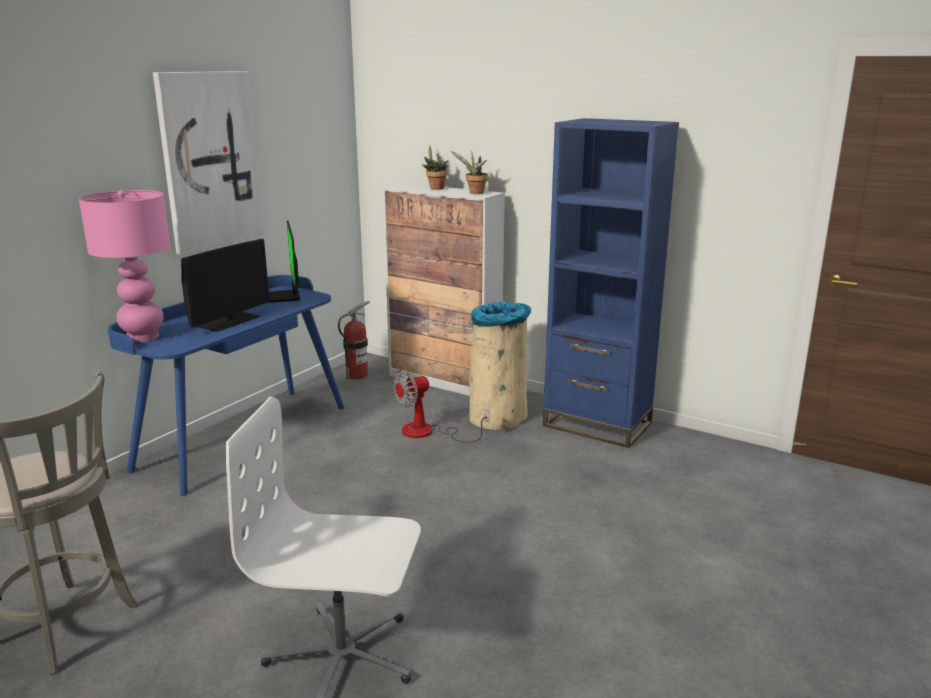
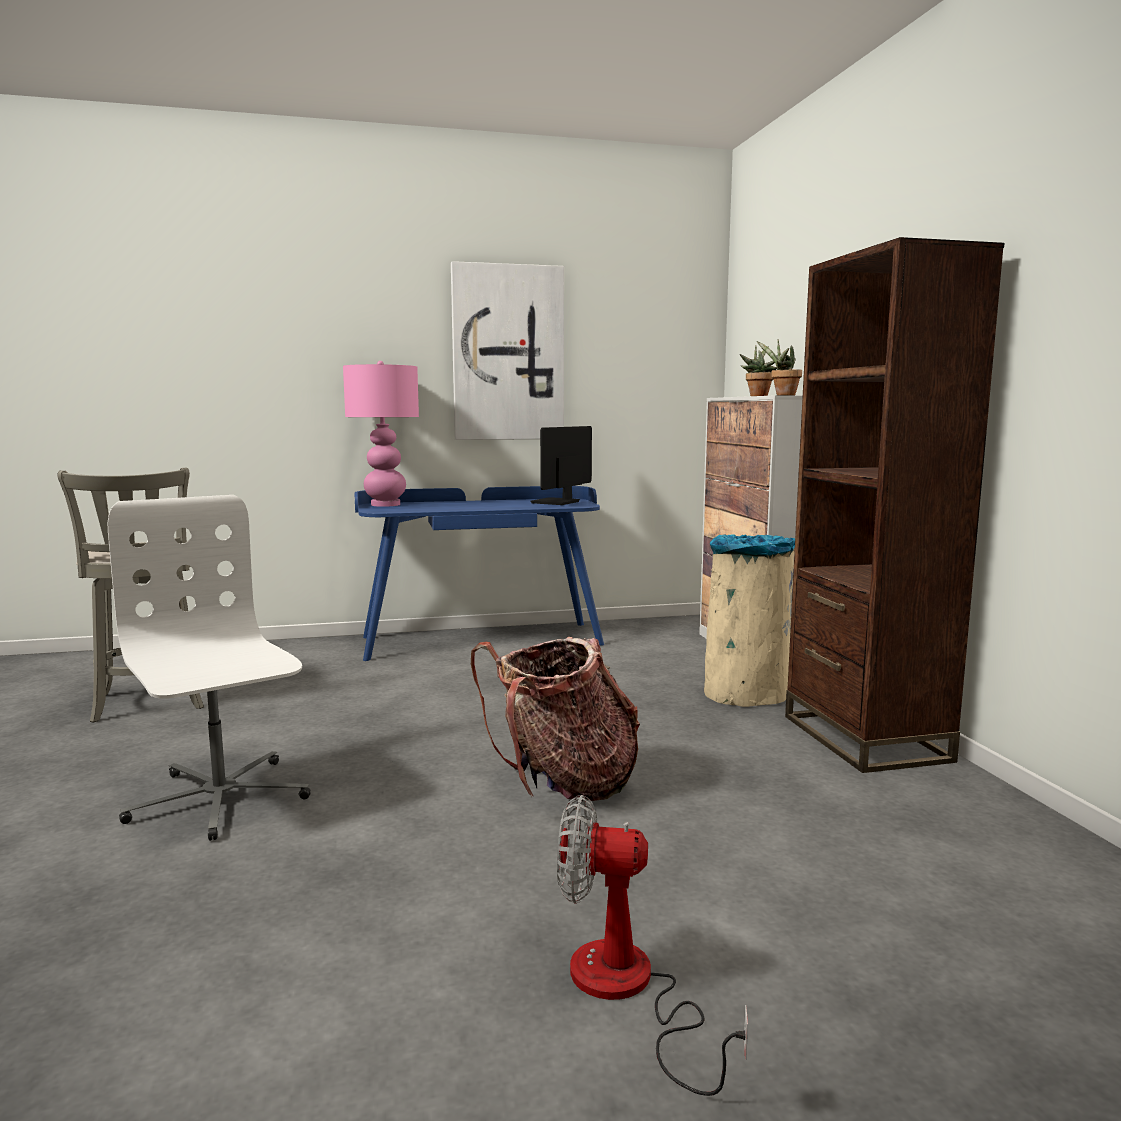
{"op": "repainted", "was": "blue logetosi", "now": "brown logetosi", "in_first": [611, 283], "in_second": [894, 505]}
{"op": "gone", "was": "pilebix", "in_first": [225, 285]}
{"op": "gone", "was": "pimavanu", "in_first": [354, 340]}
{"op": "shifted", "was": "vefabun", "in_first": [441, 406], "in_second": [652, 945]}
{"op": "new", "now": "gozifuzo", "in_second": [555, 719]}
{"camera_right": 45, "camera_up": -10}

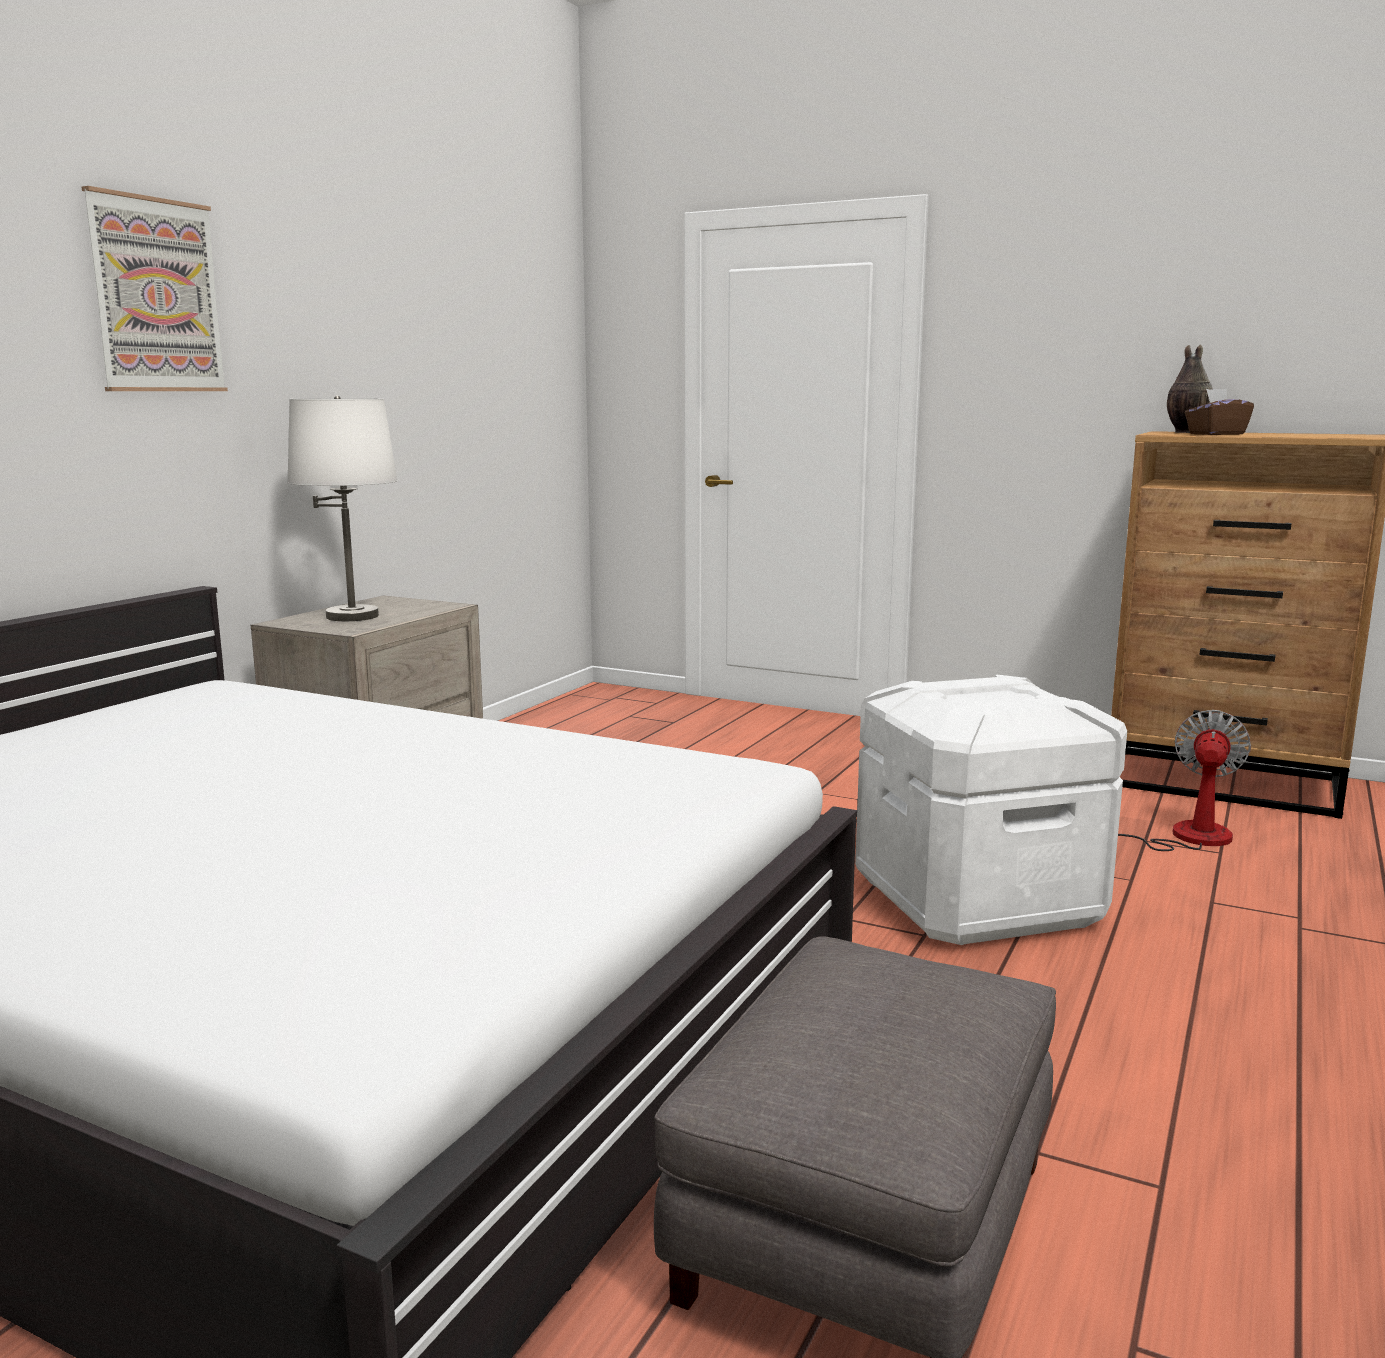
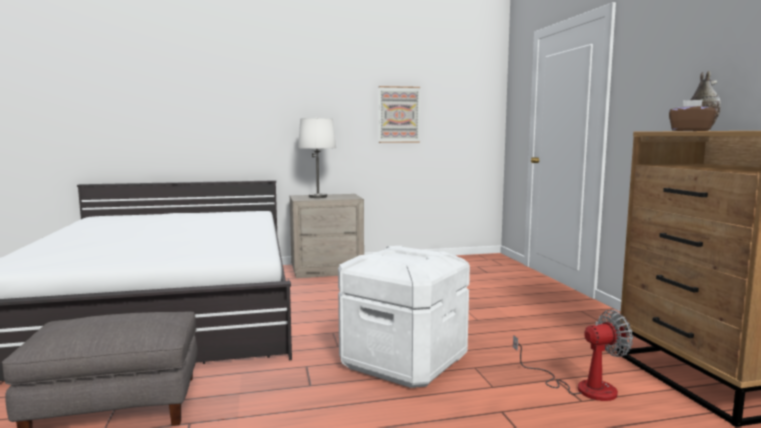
{"op": "shifted", "was": "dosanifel", "in_first": [155, 288], "in_second": [399, 114]}
{"camera_right": 50, "camera_up": -5}

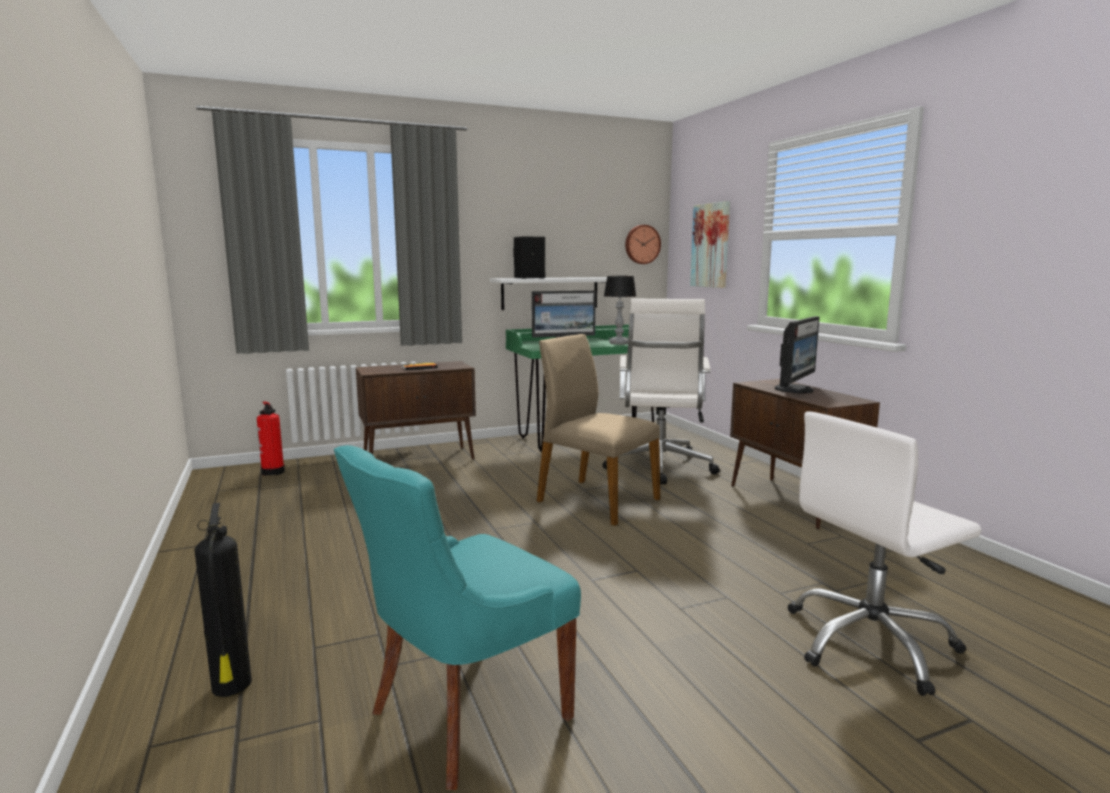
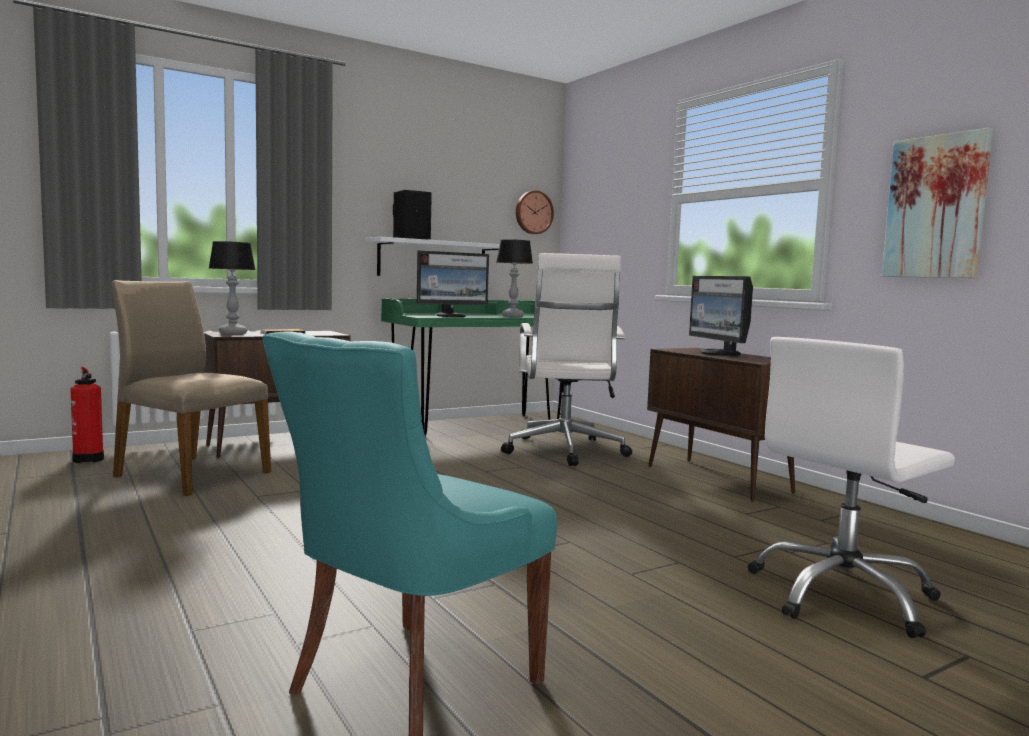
{"op": "shifted", "was": "dosanifel", "in_first": [710, 244], "in_second": [937, 203]}
{"op": "rotated", "was": "pilebix", "in_first": [797, 354], "in_second": [721, 316], "clockwise": 135}
{"op": "shifted", "was": "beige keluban", "in_first": [598, 430], "in_second": [191, 388]}
{"op": "gone", "was": "pimavanu", "in_first": [223, 600]}
{"op": "new", "now": "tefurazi", "in_second": [232, 287]}
{"camera_right": -10, "camera_up": -5}

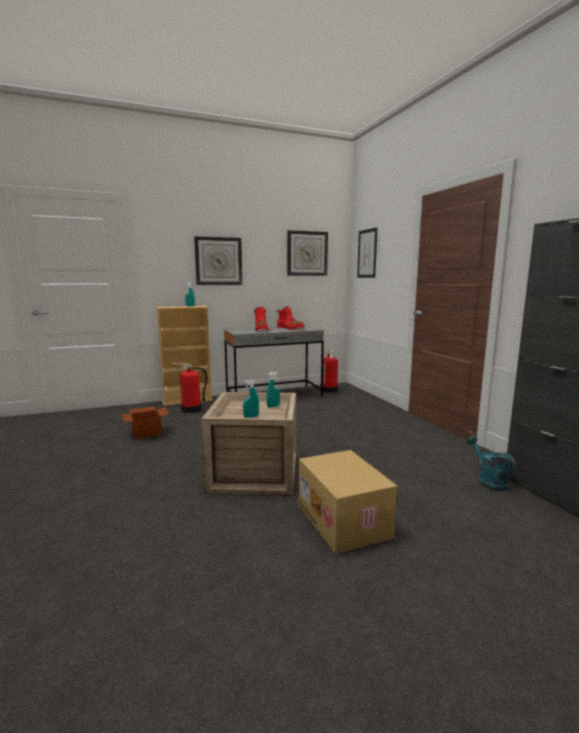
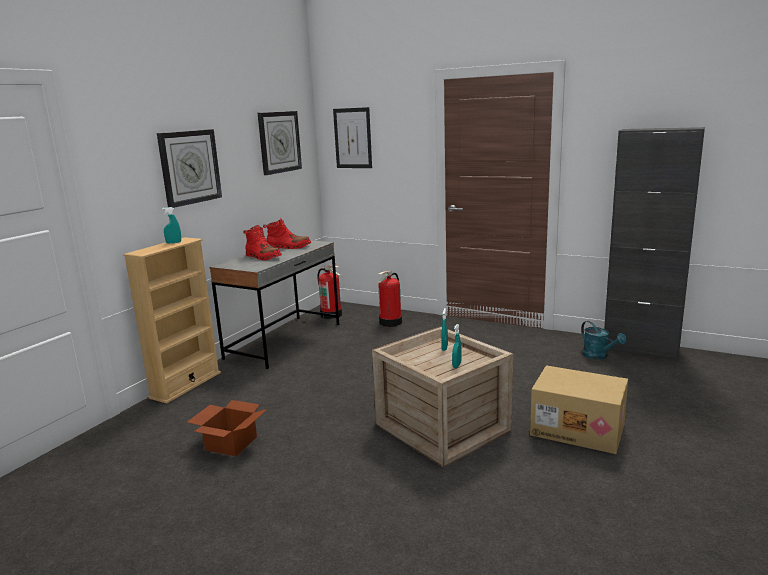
{"op": "shifted", "was": "pimavanu", "in_first": [189, 388], "in_second": [390, 299]}
{"op": "rotated", "was": "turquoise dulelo", "in_first": [491, 463], "in_second": [603, 340], "clockwise": -150}
{"camera_right": -40, "camera_up": 5}

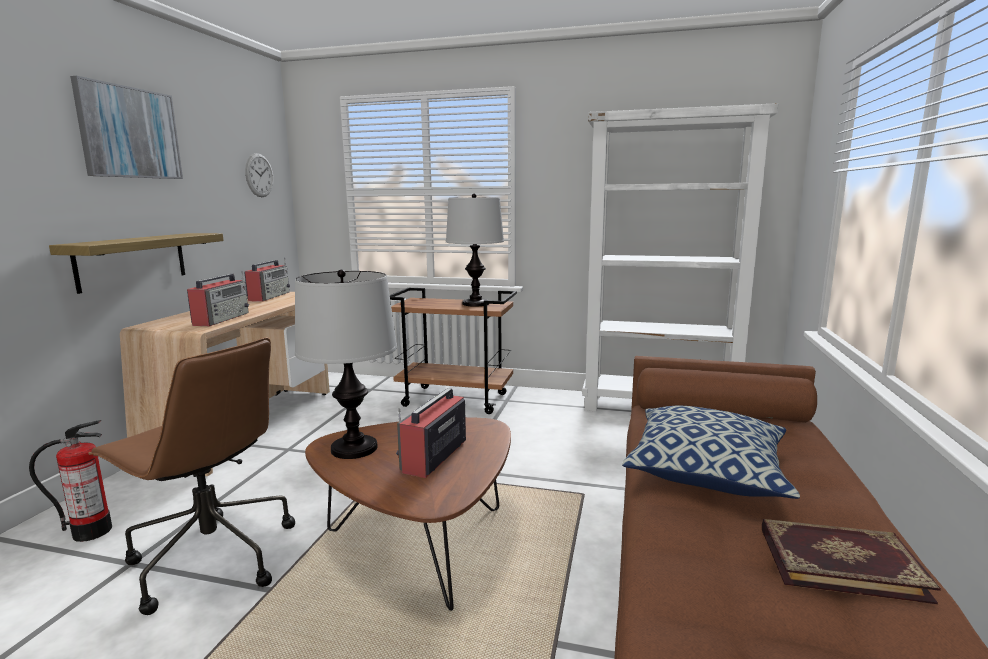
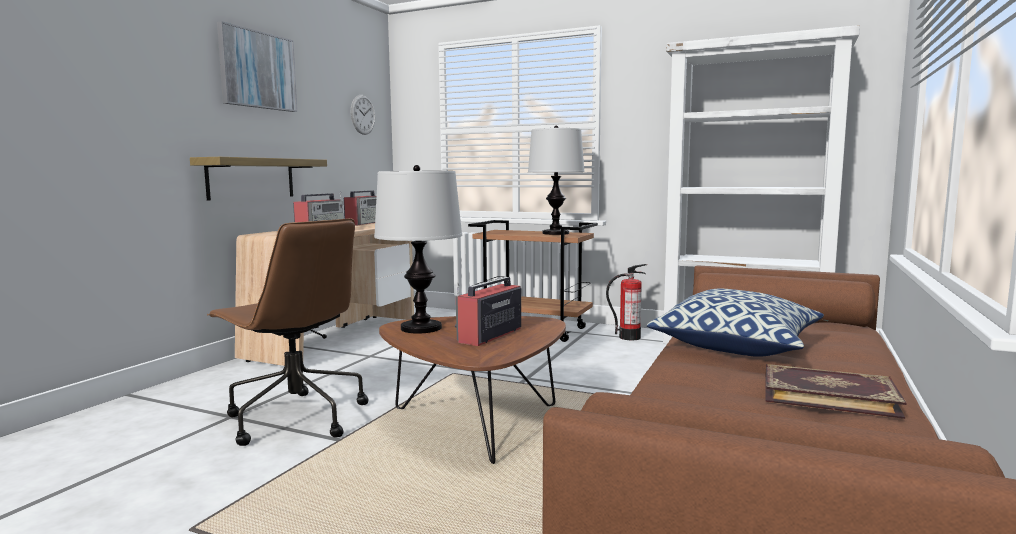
{"op": "shifted", "was": "pimavanu", "in_first": [70, 481], "in_second": [626, 302]}
{"camera_right": 10, "camera_up": -5}

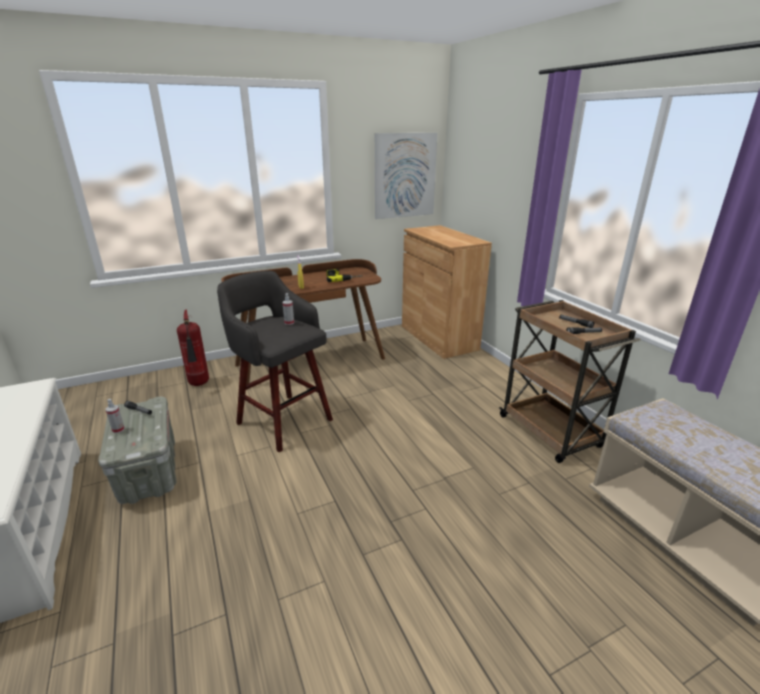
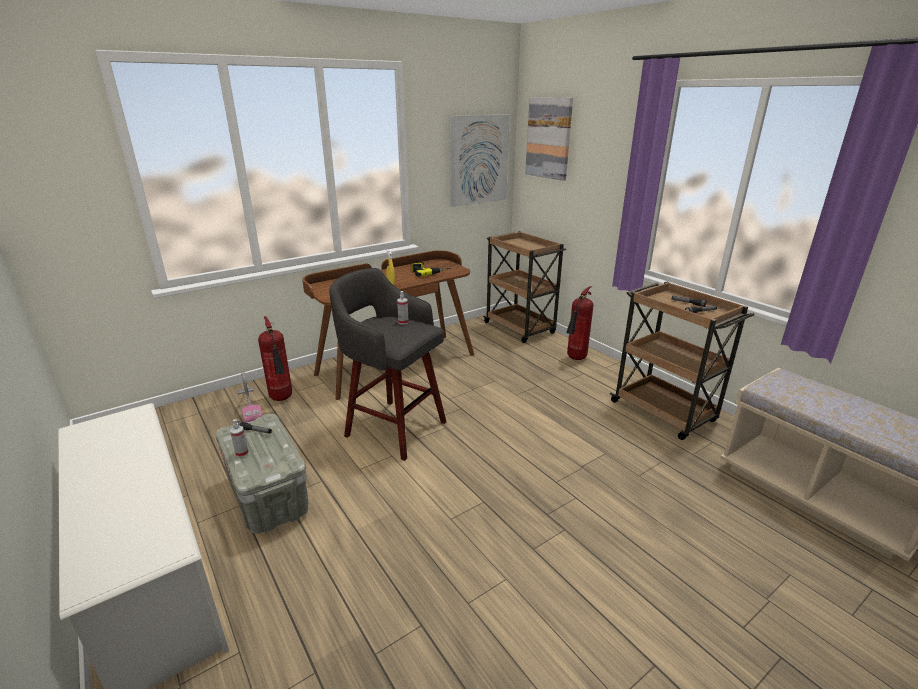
{"op": "swapped", "was": "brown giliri", "now": "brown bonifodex", "in_first": [447, 292], "in_second": [524, 287]}
{"op": "new", "now": "dosanifel", "in_second": [549, 139]}
{"op": "new", "now": "pimavanu", "in_second": [580, 323]}
{"op": "new", "now": "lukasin", "in_second": [250, 397]}
{"camera_right": -10, "camera_up": 0}

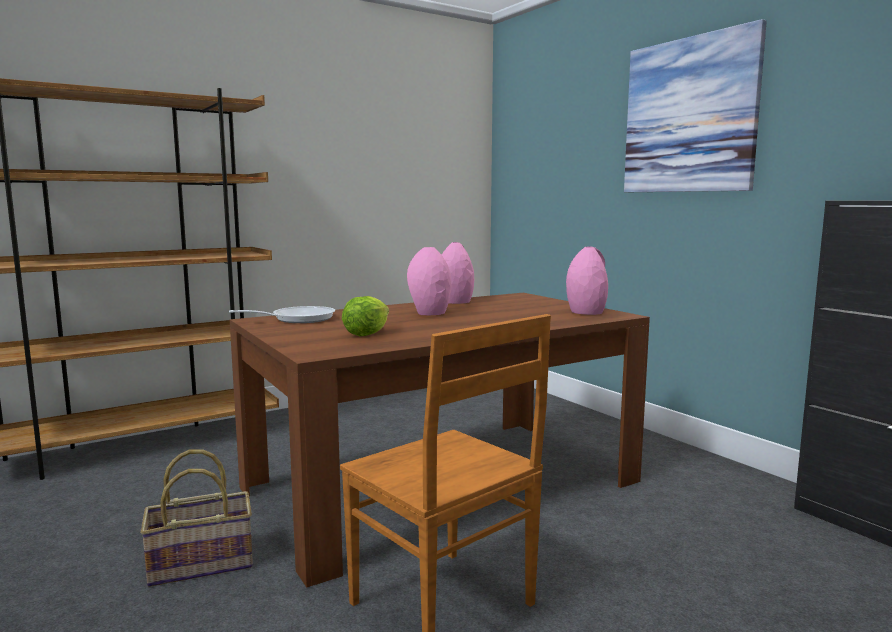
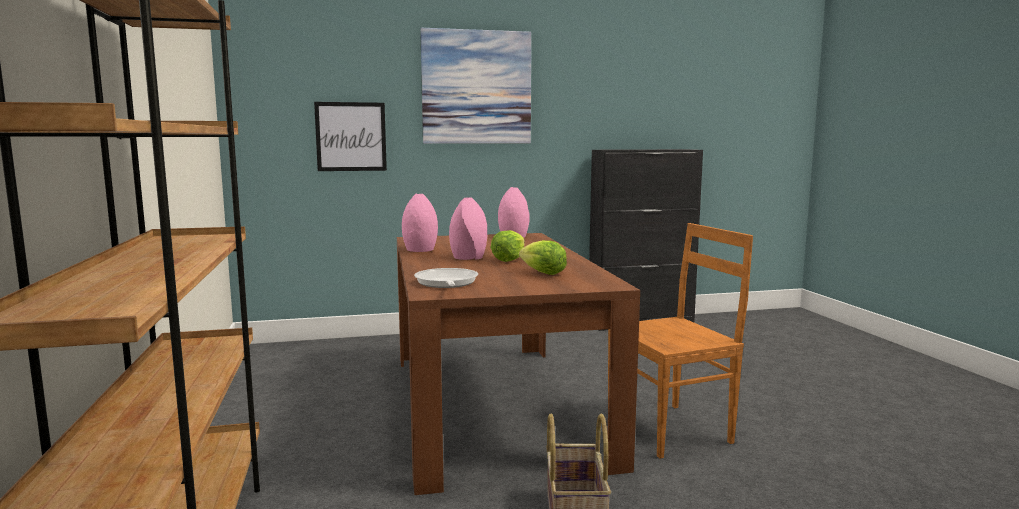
{"op": "new", "now": "dosanifel", "in_second": [350, 136]}
{"op": "new", "now": "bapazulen", "in_second": [508, 246]}
{"camera_right": -70, "camera_up": 0}

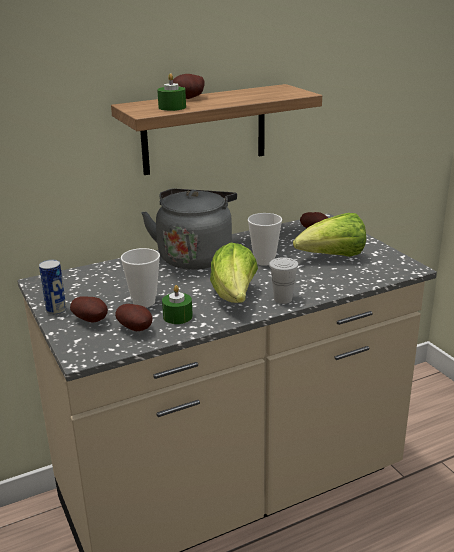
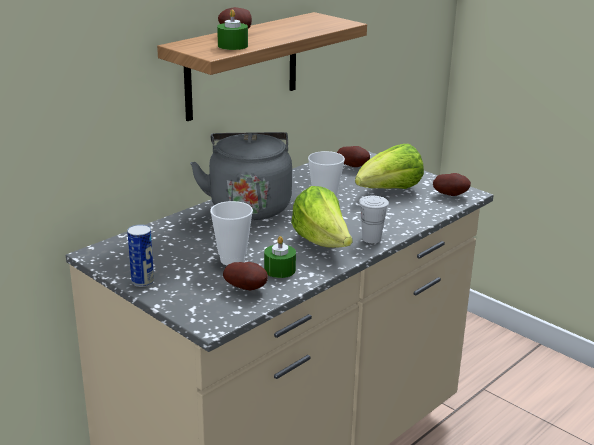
{"op": "shifted", "was": "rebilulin", "in_first": [89, 309], "in_second": [452, 184]}
{"camera_right": -20, "camera_up": 0}

